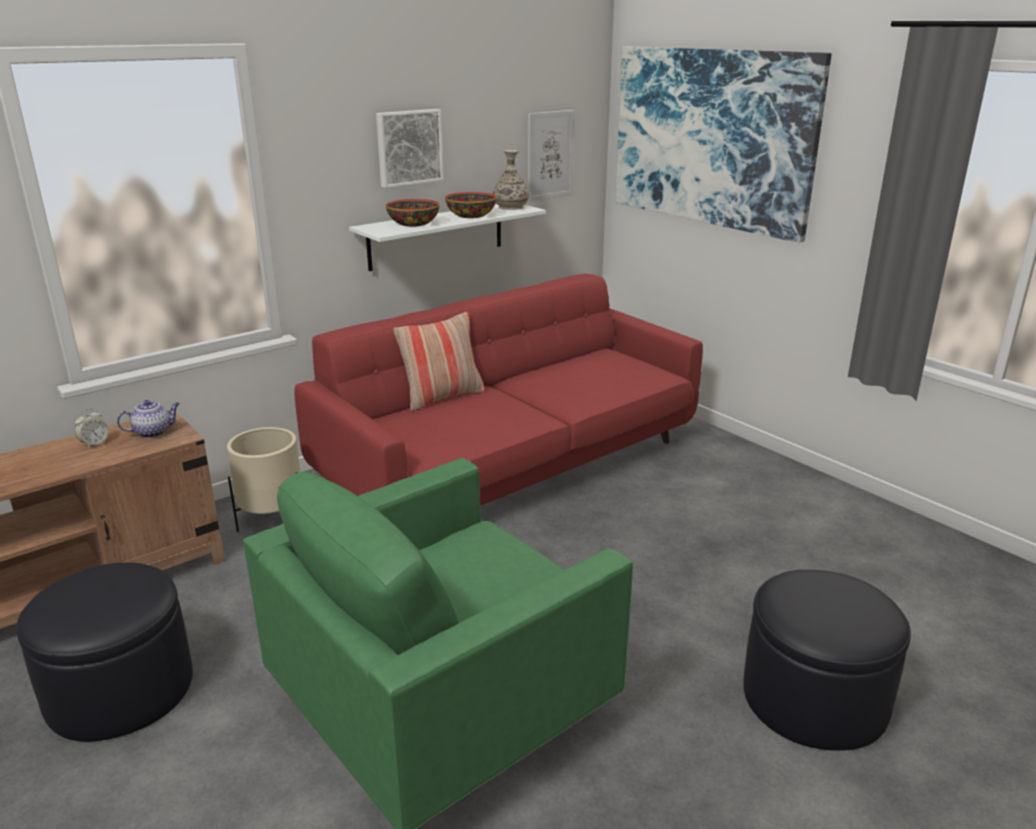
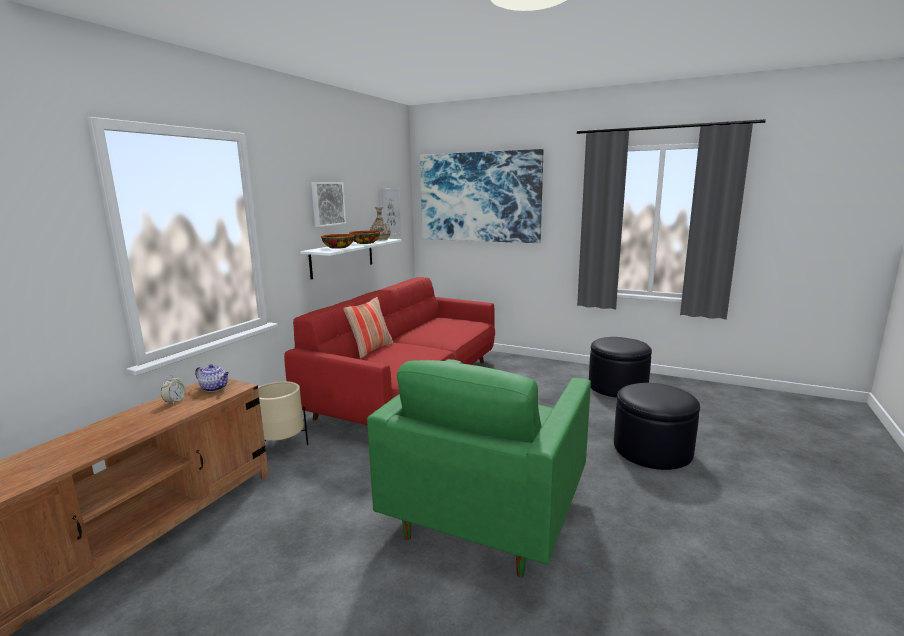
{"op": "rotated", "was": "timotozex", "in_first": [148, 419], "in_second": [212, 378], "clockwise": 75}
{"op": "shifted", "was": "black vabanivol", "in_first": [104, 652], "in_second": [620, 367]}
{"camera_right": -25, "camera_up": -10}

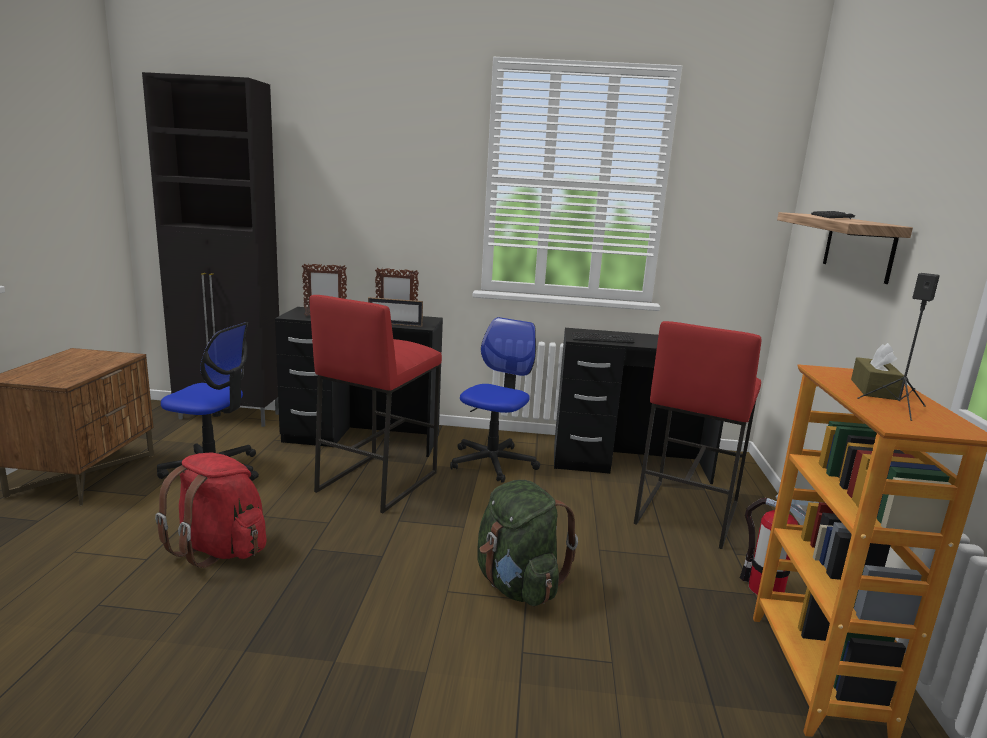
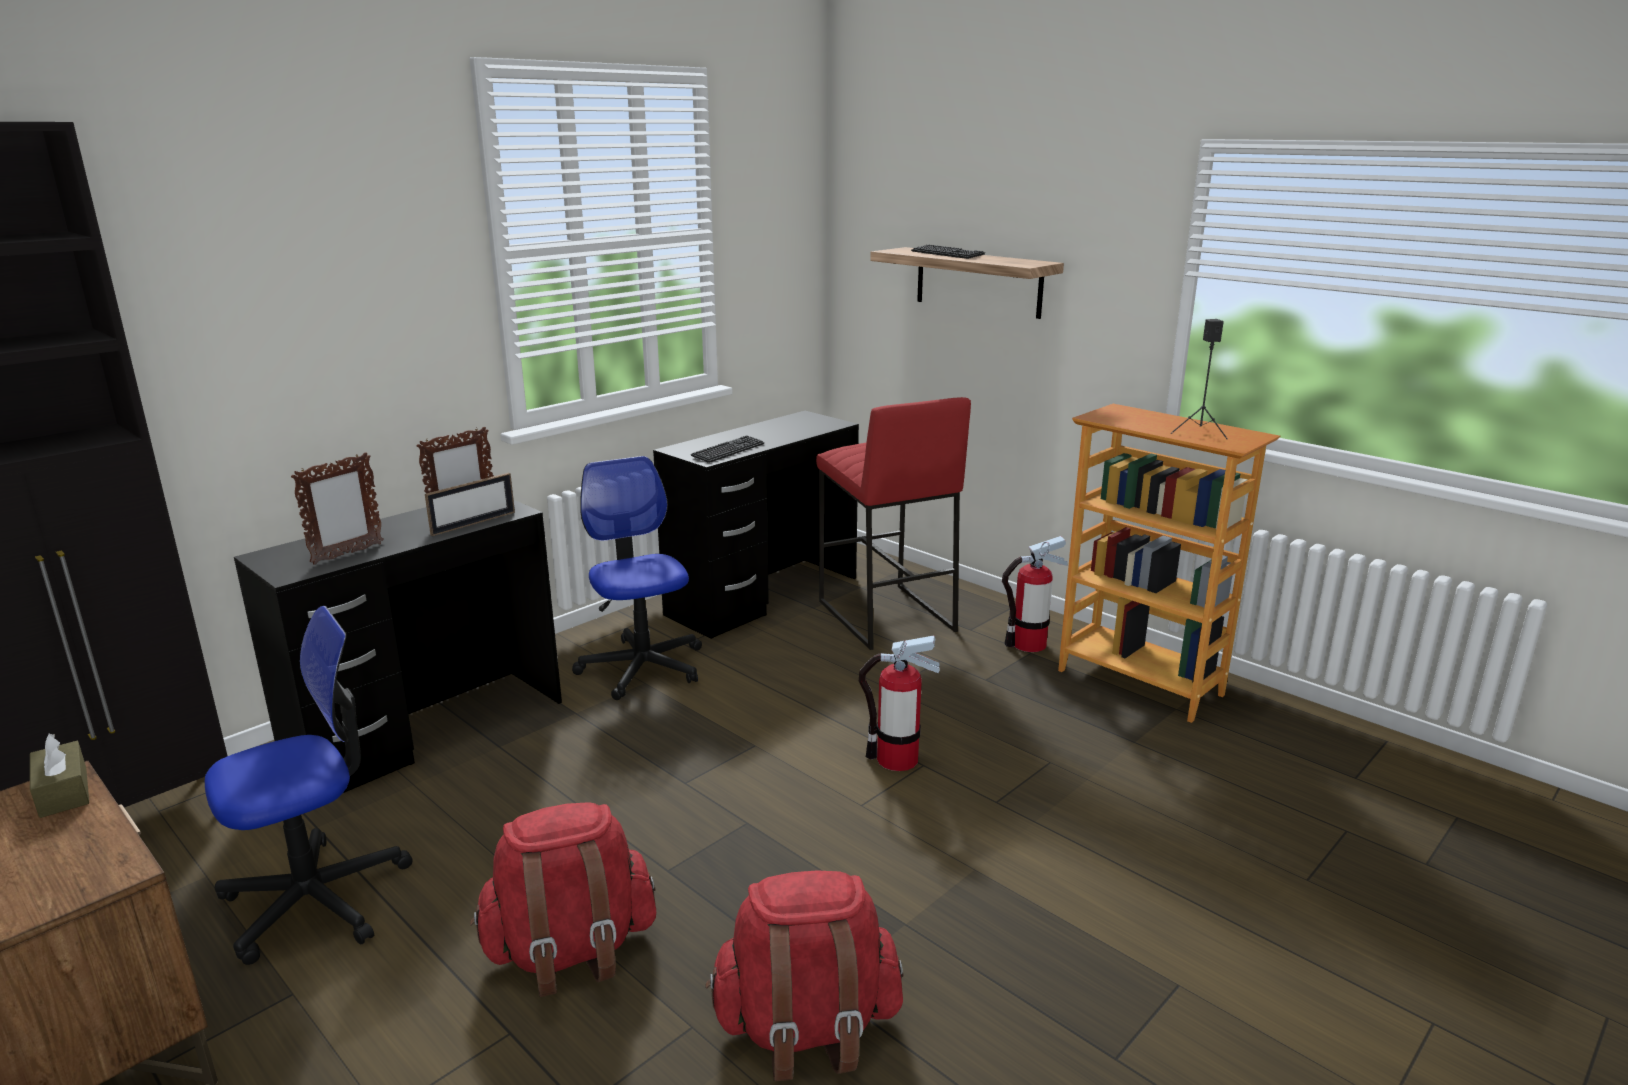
{"op": "gone", "was": "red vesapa", "in_first": [375, 404]}
{"op": "shifted", "was": "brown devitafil", "in_first": [877, 371], "in_second": [59, 776]}
{"op": "swapped", "was": "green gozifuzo", "now": "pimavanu", "in_first": [527, 543], "in_second": [899, 703]}
{"op": "new", "now": "red gozifuzo", "in_second": [804, 975]}
{"camera_right": -50, "camera_up": 5}

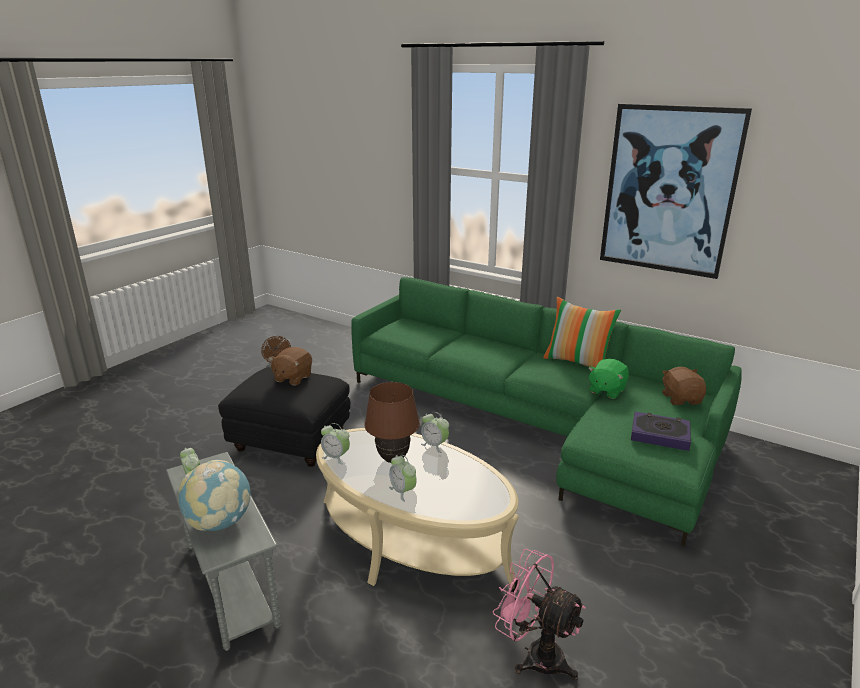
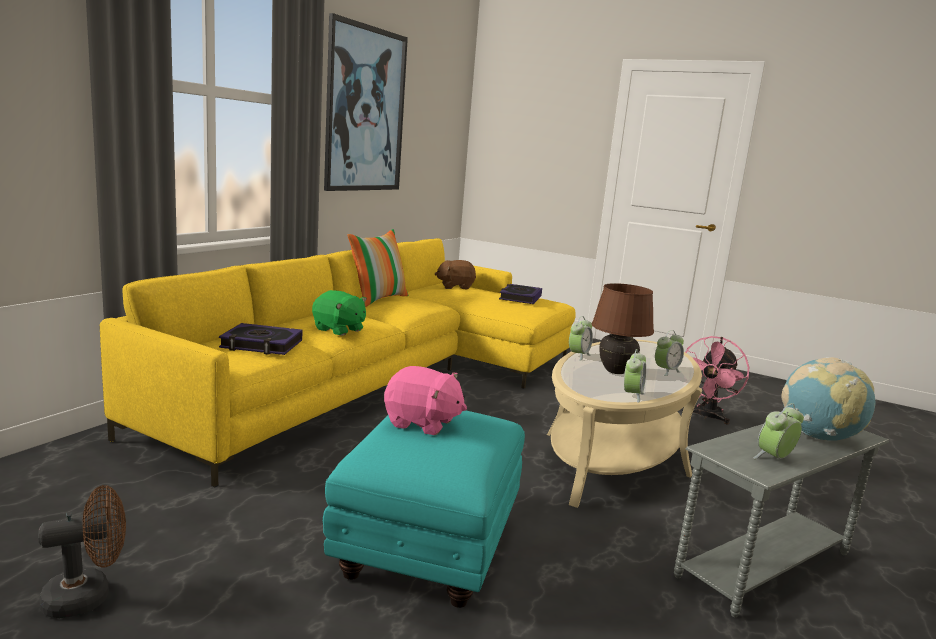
{"op": "repainted", "was": "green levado", "now": "yellow levado", "in_first": [546, 412], "in_second": [338, 363]}
{"op": "repainted", "was": "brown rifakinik", "now": "pink rifakinik", "in_first": [290, 366], "in_second": [425, 400]}
{"op": "shifted", "was": "green rifakinik", "in_first": [608, 379], "in_second": [339, 313]}
{"op": "repainted", "was": "black vabanivol", "now": "turquoise vabanivol", "in_first": [284, 417], "in_second": [424, 509]}
{"op": "new", "now": "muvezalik", "in_second": [261, 339]}
{"camera_right": -95, "camera_up": -10}

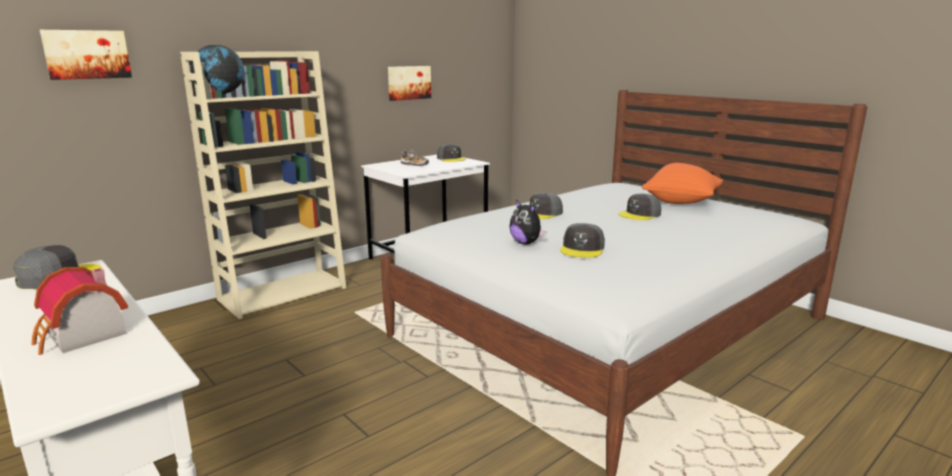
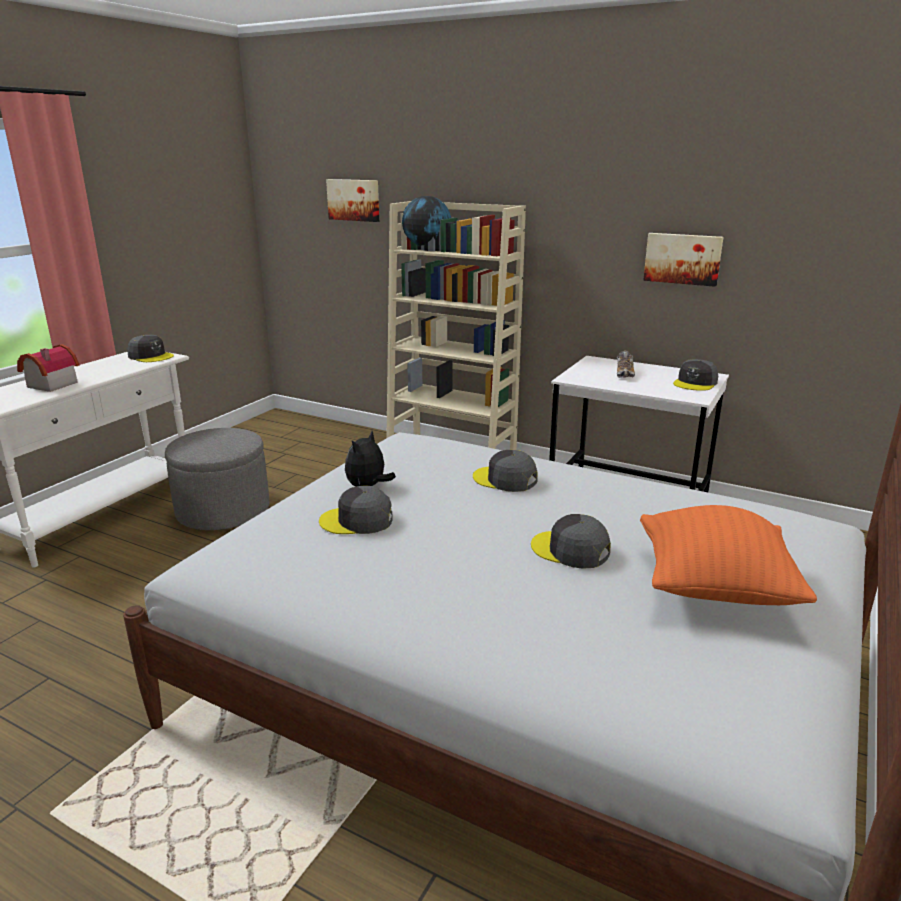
{"op": "new", "now": "grey vabanivol", "in_second": [217, 479]}
{"camera_right": 70, "camera_up": 5}

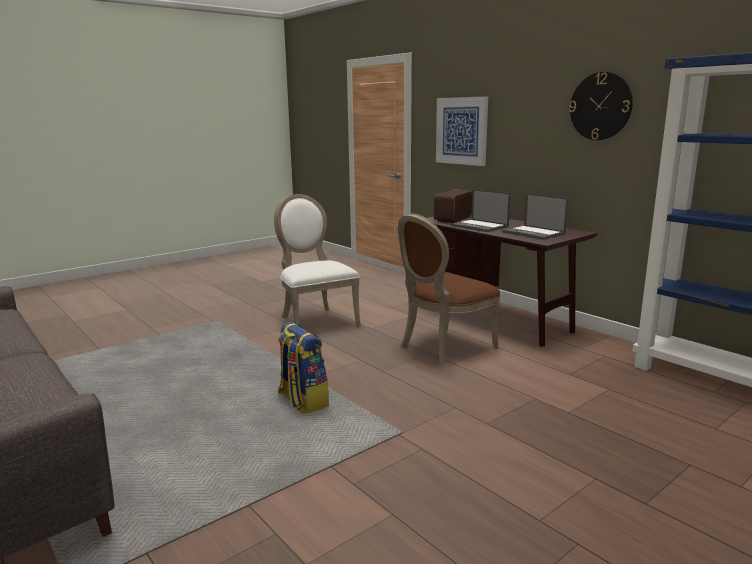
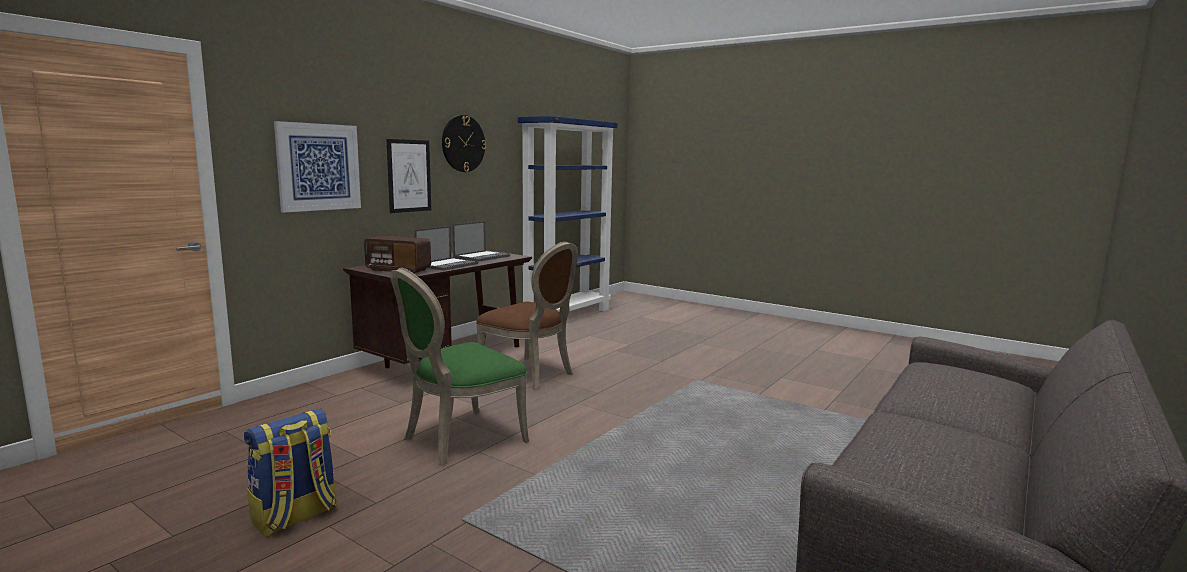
{"op": "repainted", "was": "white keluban", "now": "green keluban", "in_first": [317, 260], "in_second": [459, 367]}
{"op": "shifted", "was": "gozifuzo", "in_first": [303, 368], "in_second": [290, 472]}
{"op": "new", "now": "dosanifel", "in_second": [408, 176]}
{"camera_right": -105, "camera_up": -5}

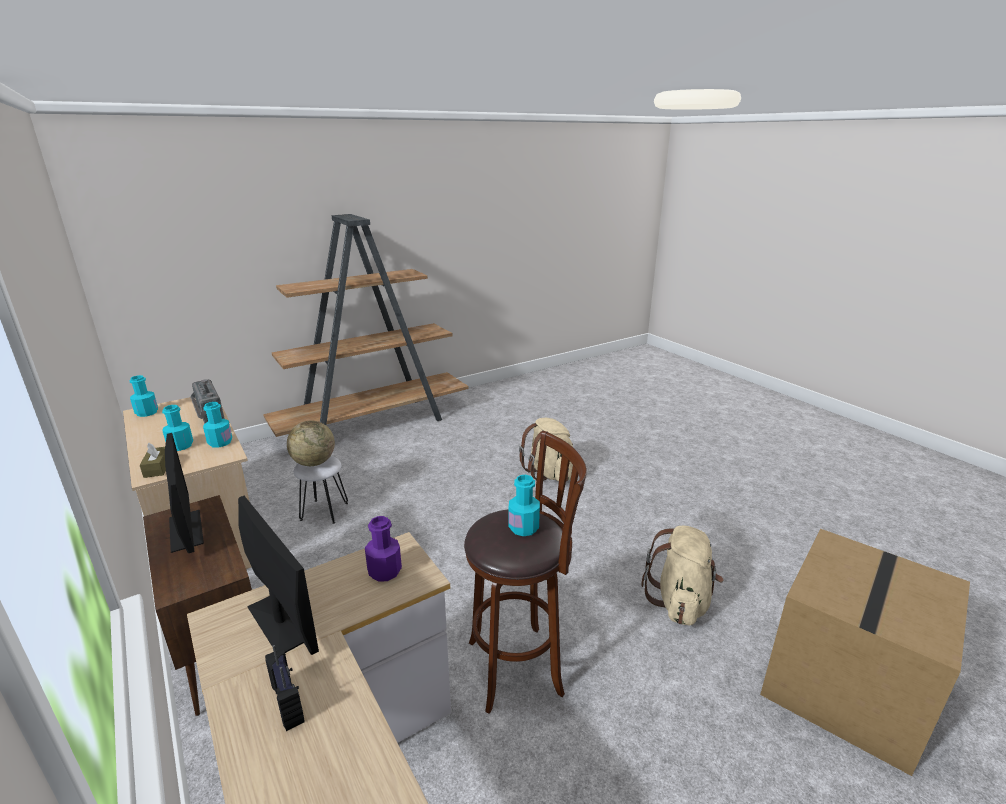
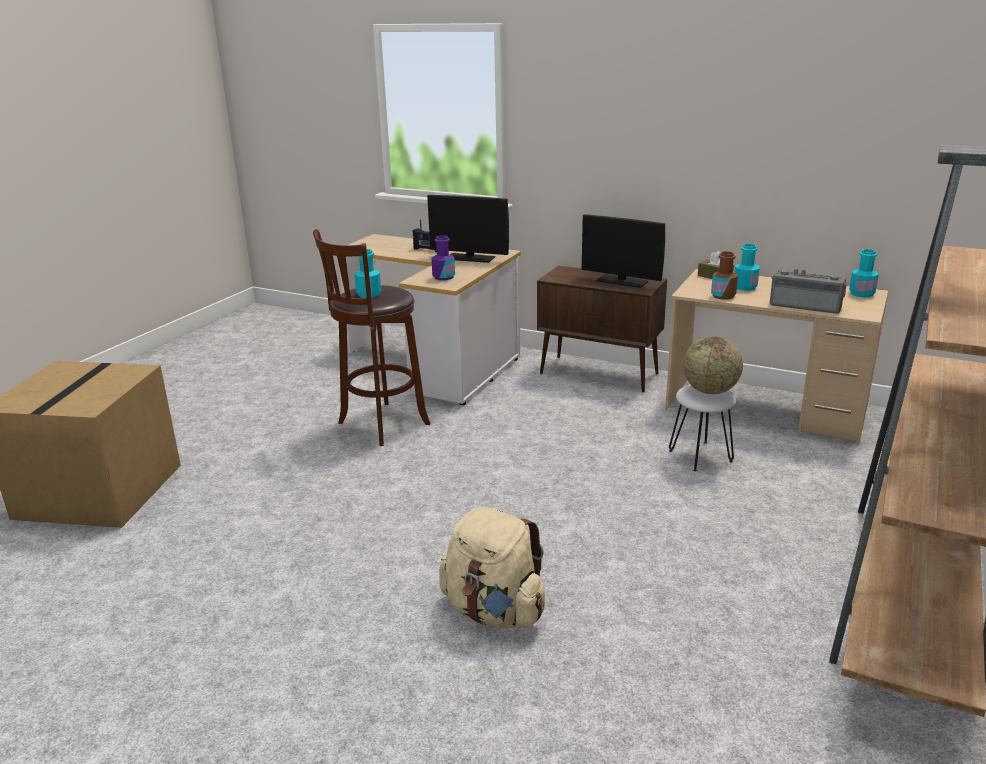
{"op": "repainted", "was": "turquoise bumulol", "now": "brown bumulol", "in_first": [217, 424], "in_second": [724, 275]}
{"op": "gone", "was": "beige gozifuzo", "in_first": [682, 575]}
{"camera_right": 150, "camera_up": 0}

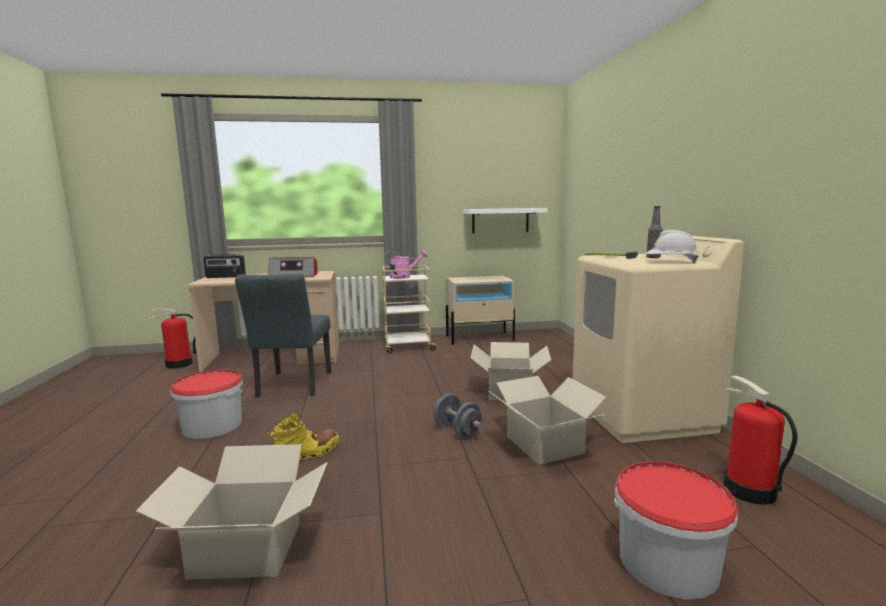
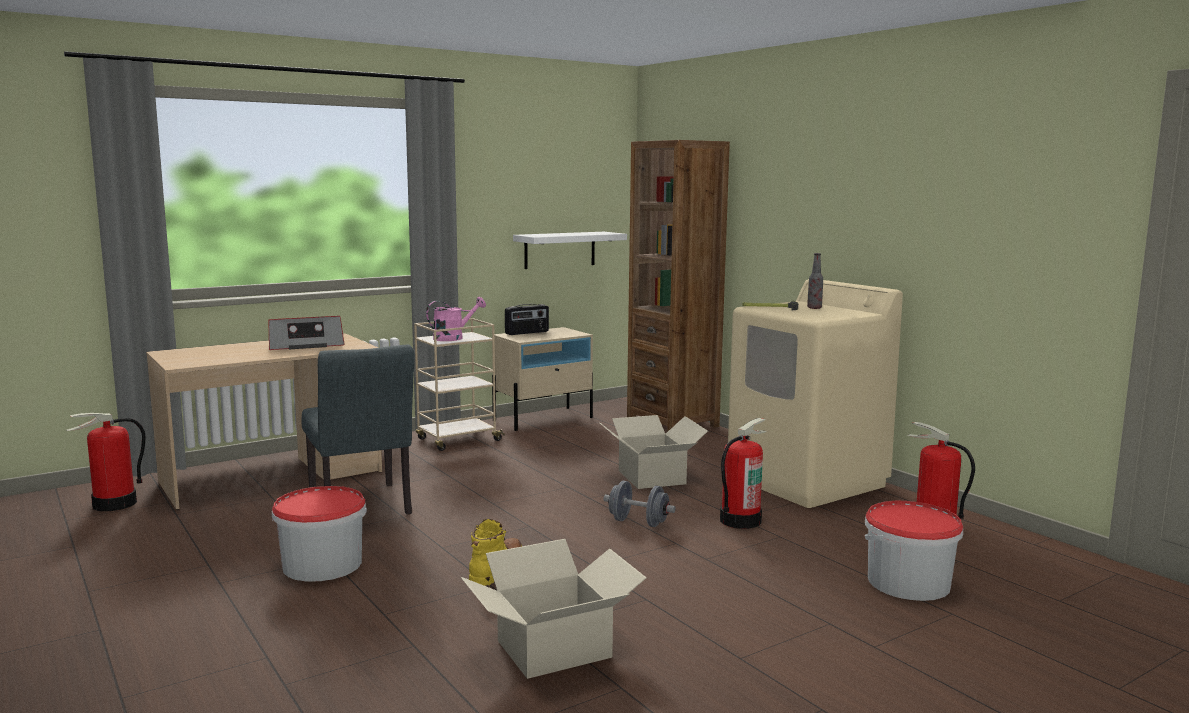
{"op": "gone", "was": "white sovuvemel", "in_first": [672, 246]}
{"op": "shifted", "was": "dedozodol", "in_first": [224, 266], "in_second": [527, 319]}
{"op": "swapped", "was": "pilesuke", "now": "pimavanu", "in_first": [547, 420], "in_second": [743, 473]}
{"op": "new", "now": "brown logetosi", "in_second": [678, 286]}
{"camera_right": -25, "camera_up": 0}

